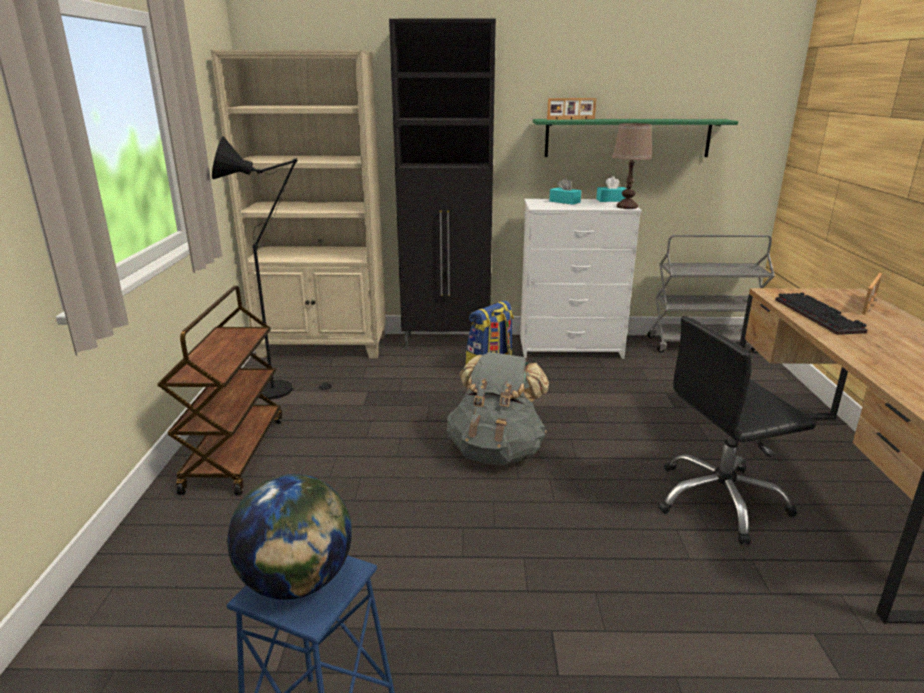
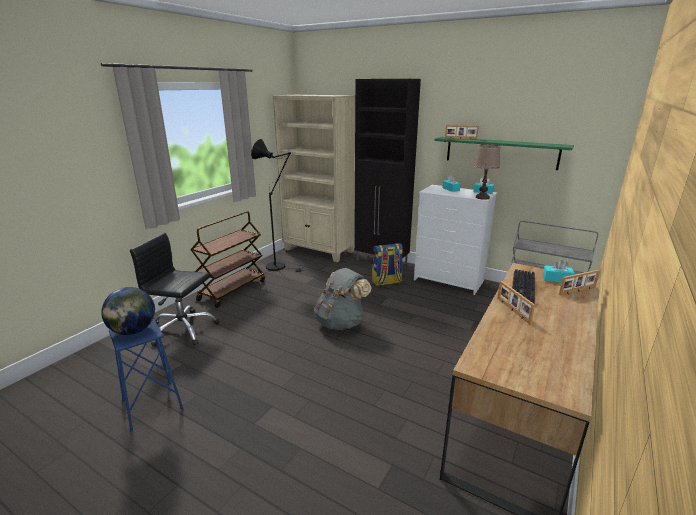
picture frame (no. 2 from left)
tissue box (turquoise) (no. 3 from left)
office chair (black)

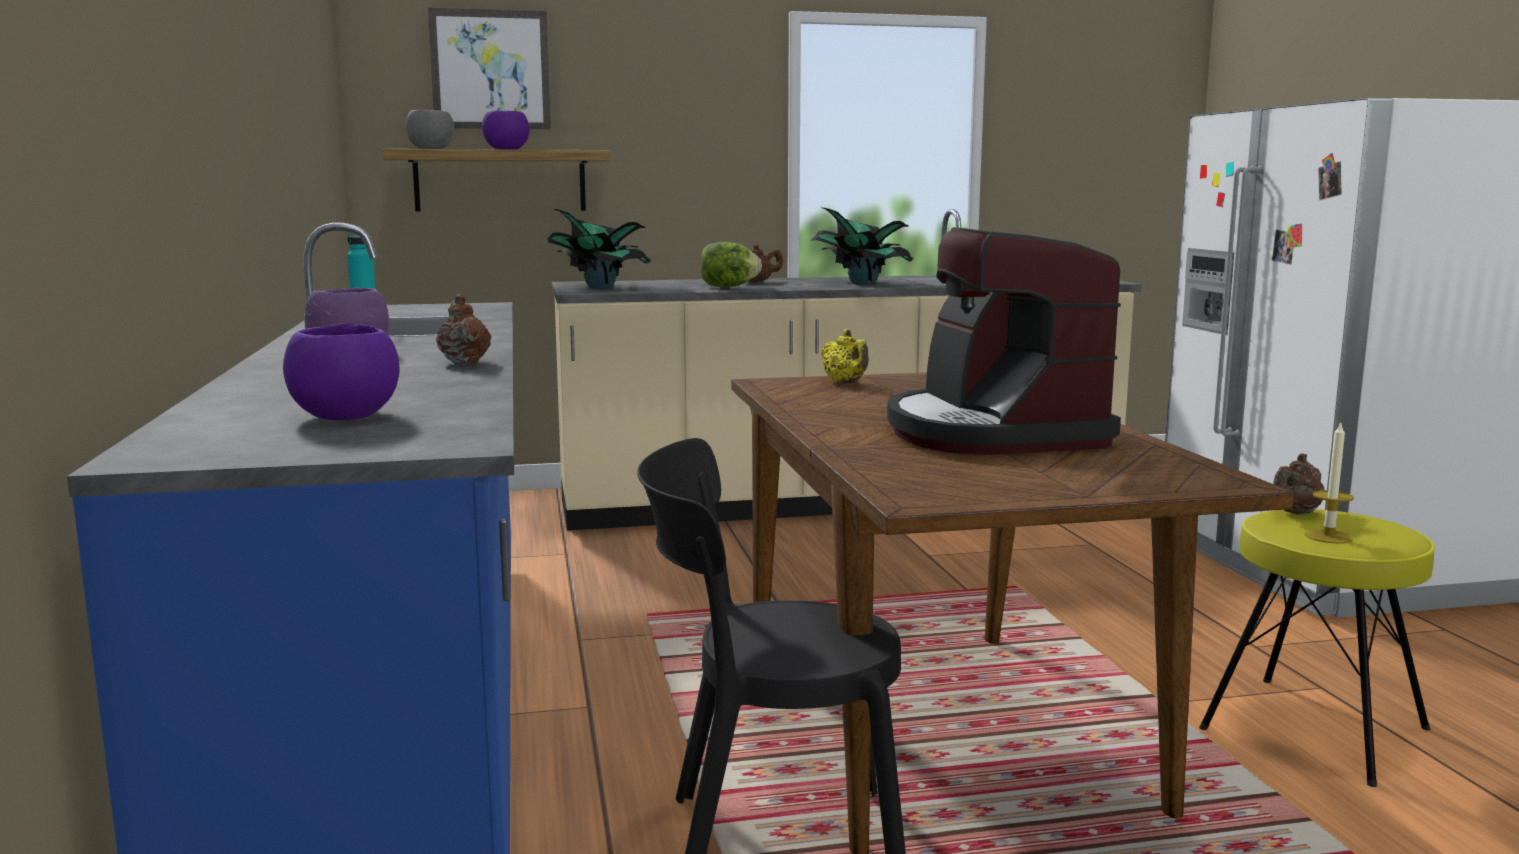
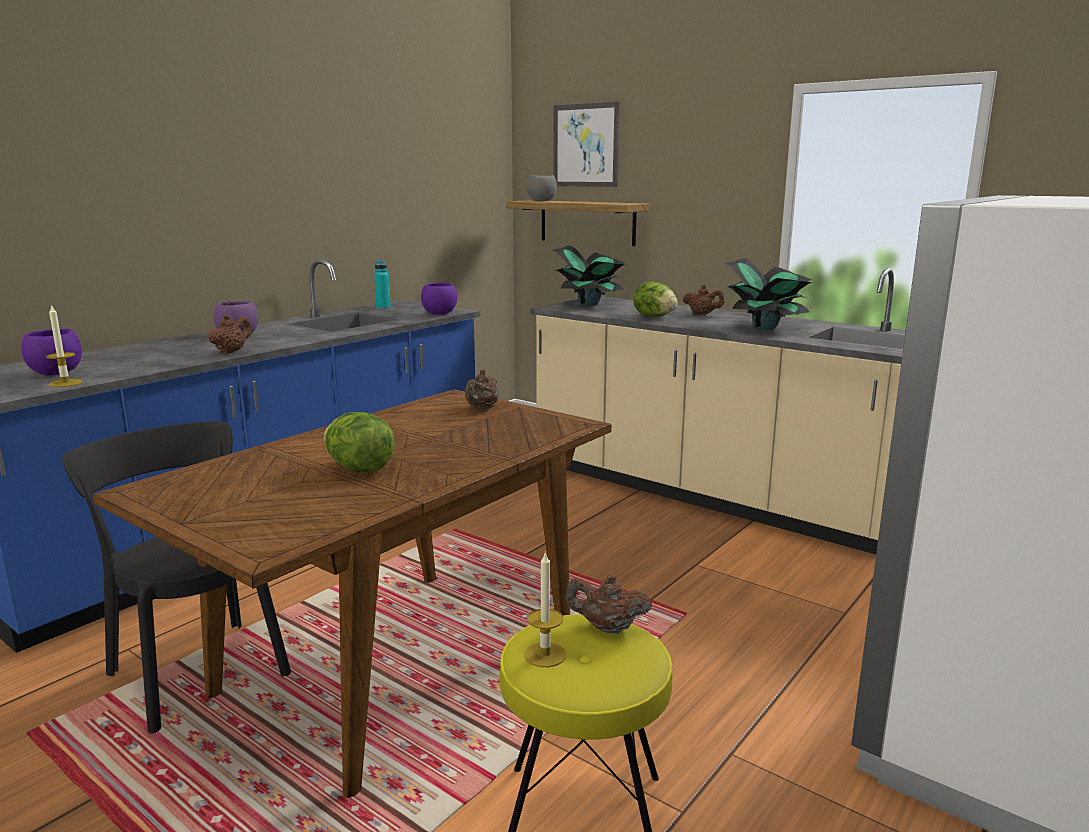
candle (no. 1 from left)
bowl (purple) (no. 3 from left)
lettuce (no. 1 from left)
teapot (brown) (no. 2 from left)

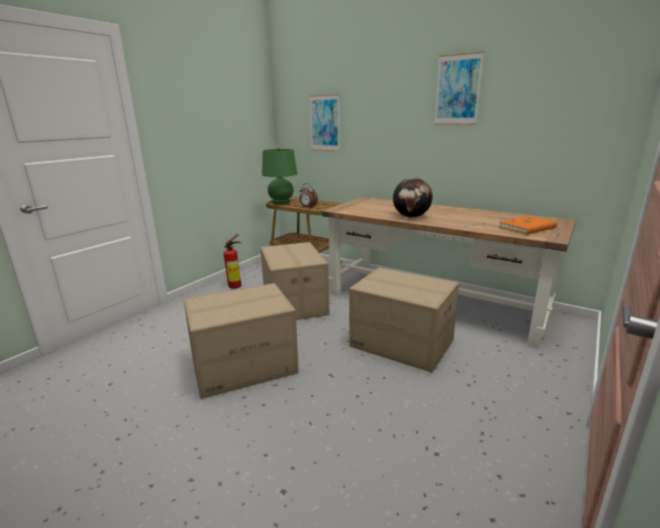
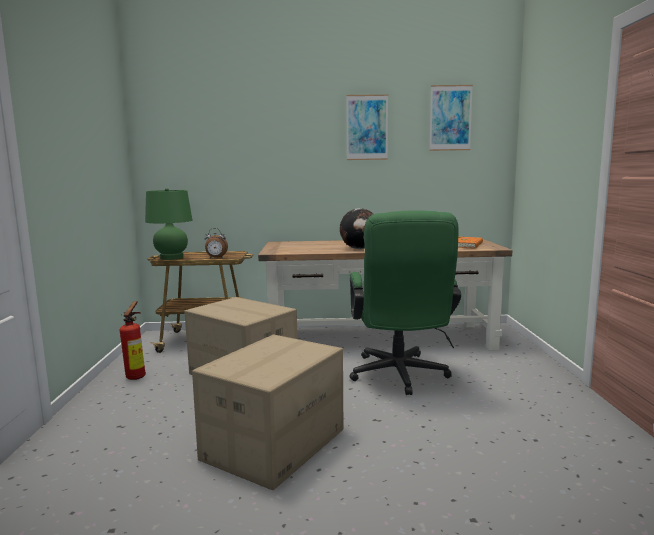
picture (no. 2 from left)
office chair (green)

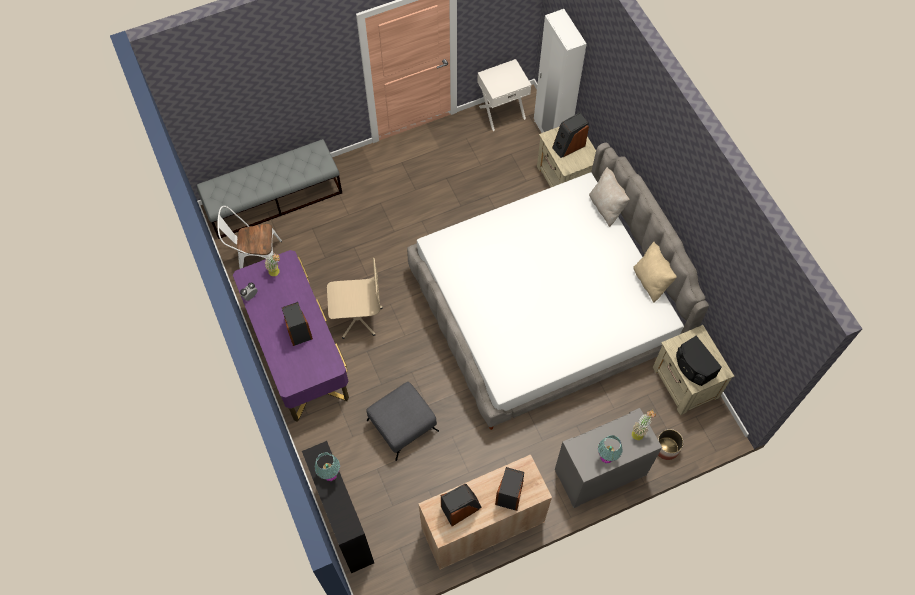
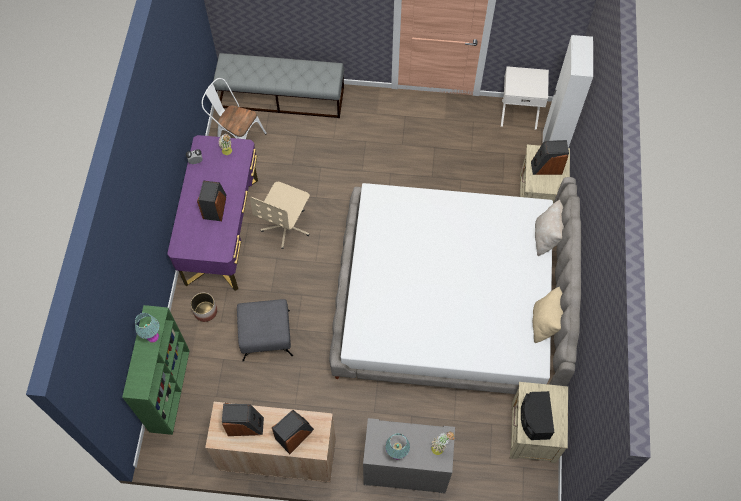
planter
bookcase (green)
office chair (beige)

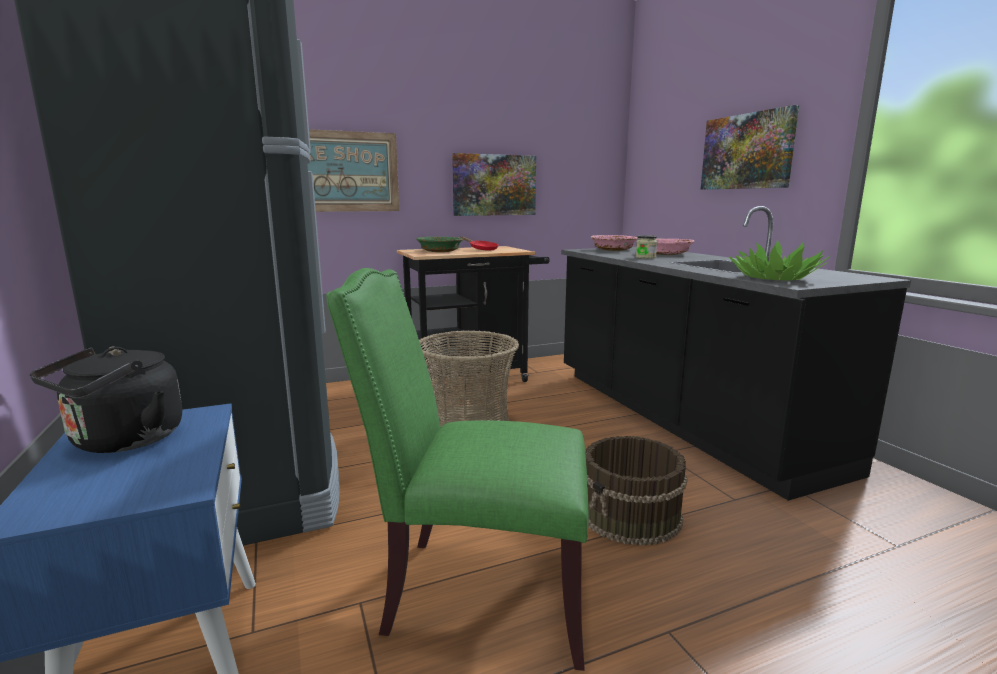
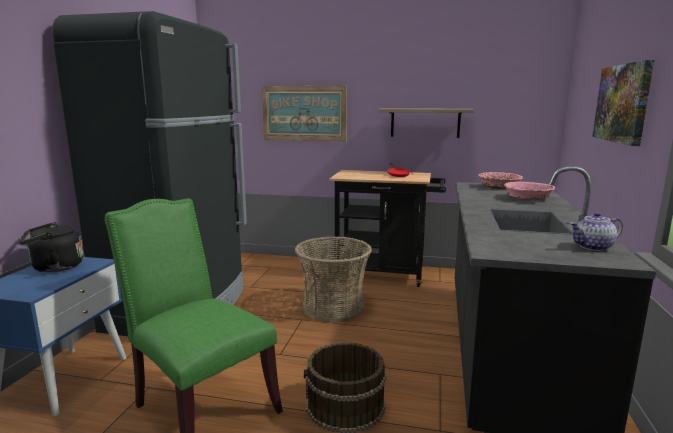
bowl (green)
jar
potted plant
teapot
shelf

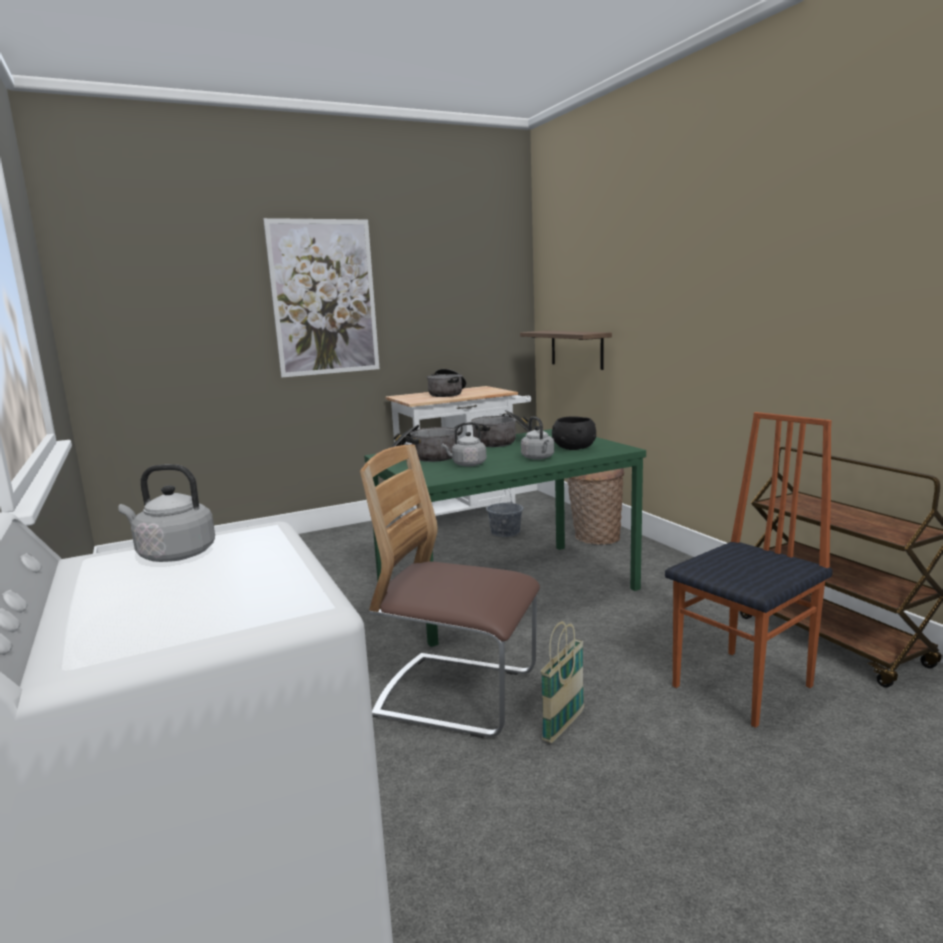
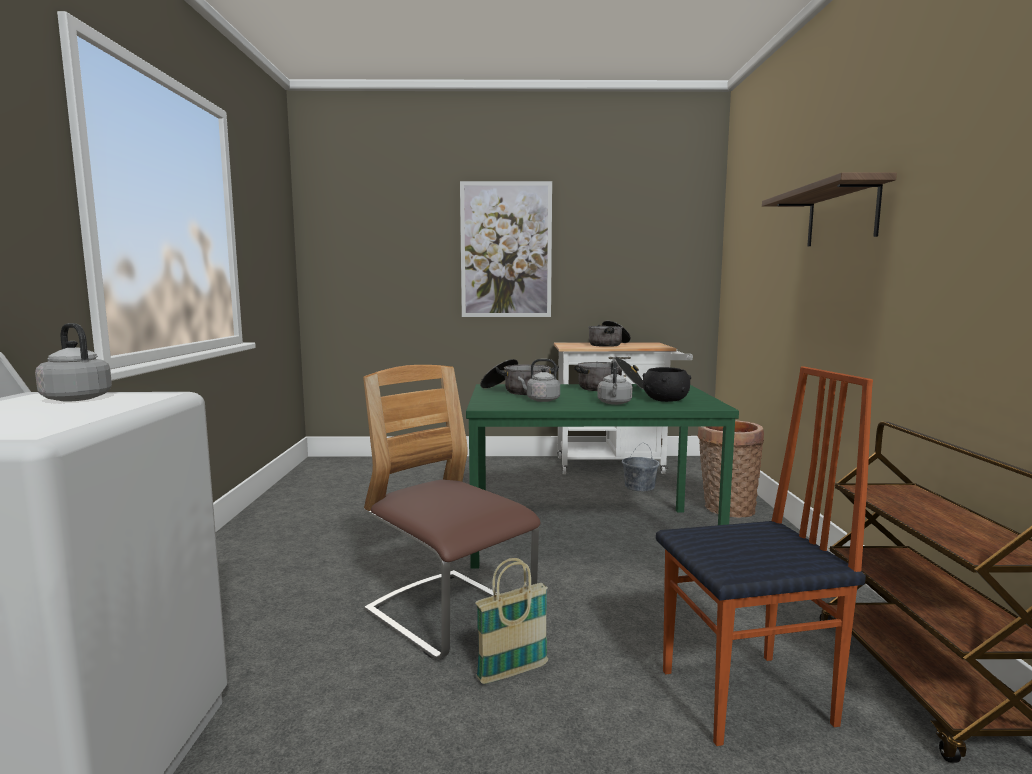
shelf

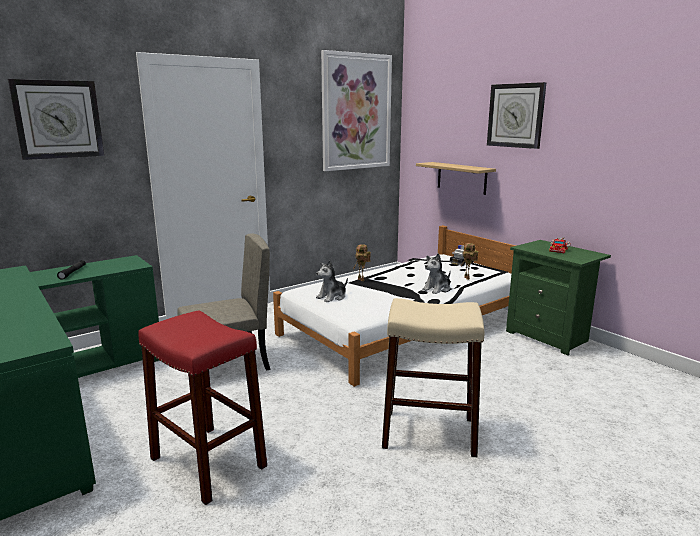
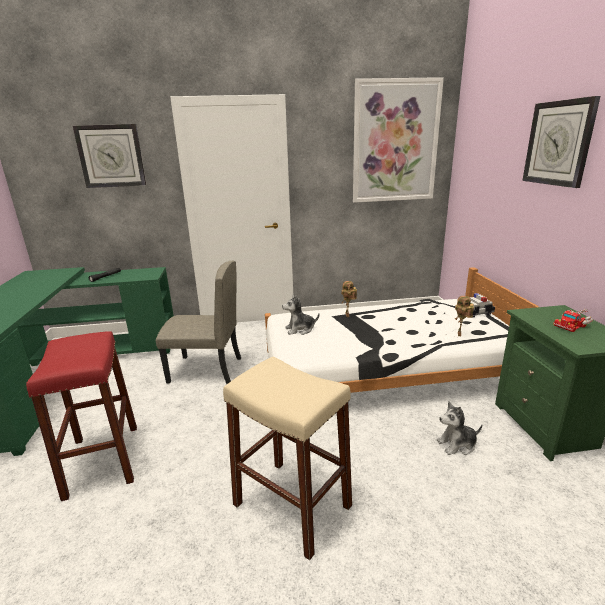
shelf
plush toy (no. 2 from left)

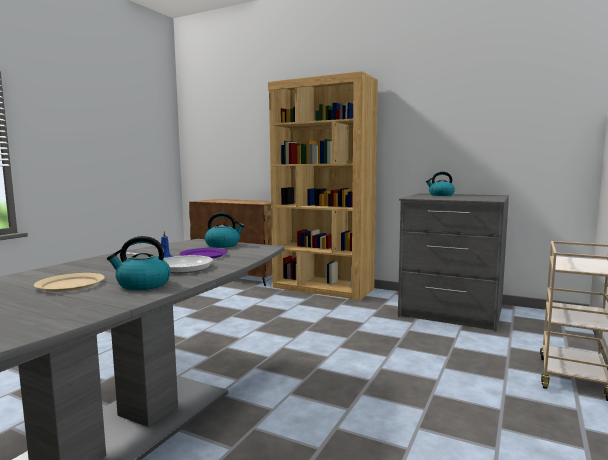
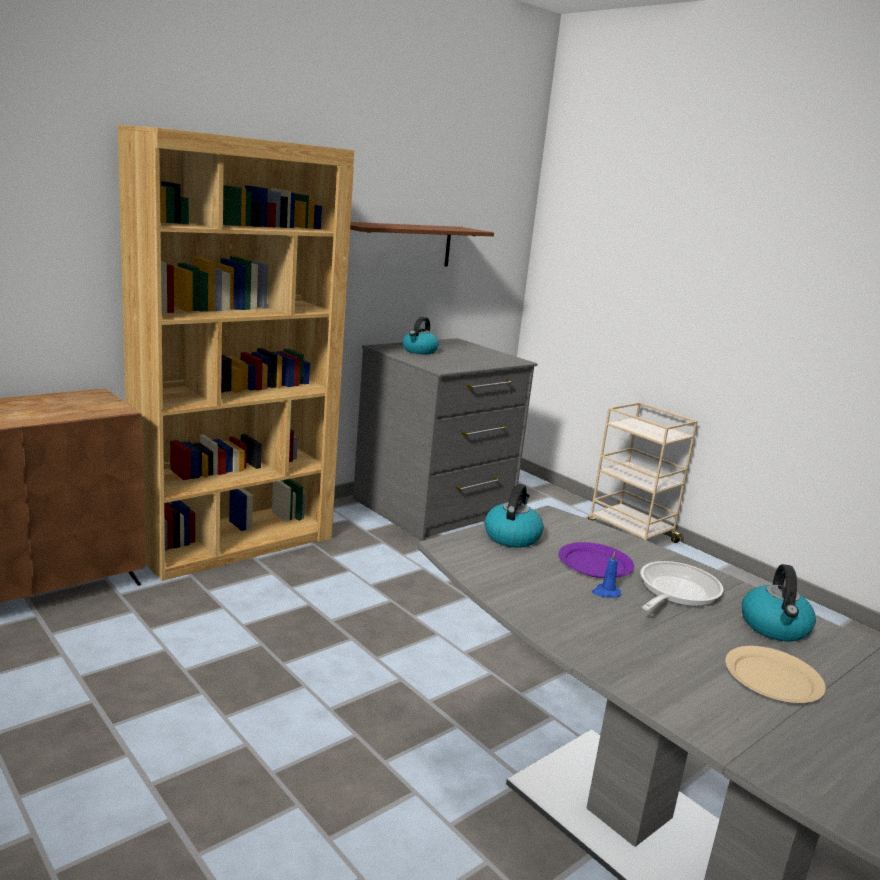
shelf (brown)

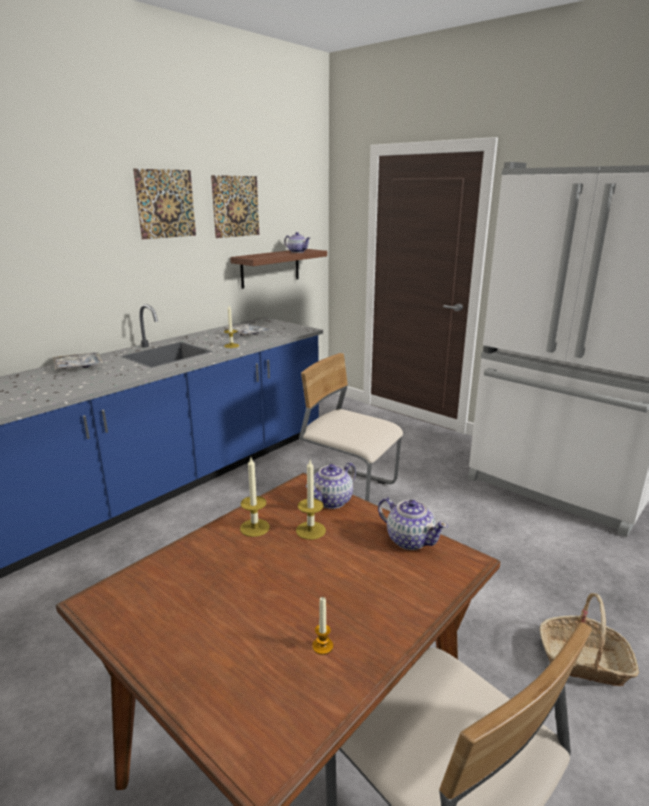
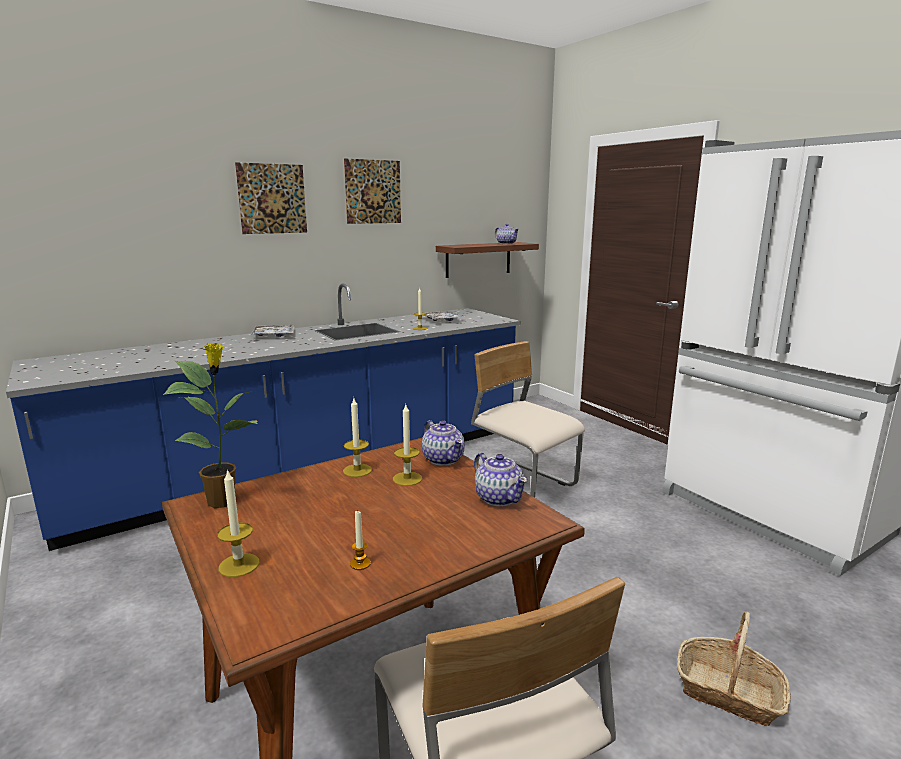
potted plant
candle (no. 1 from left)
picture (no. 1 from left)
teapot (no. 1 from left)

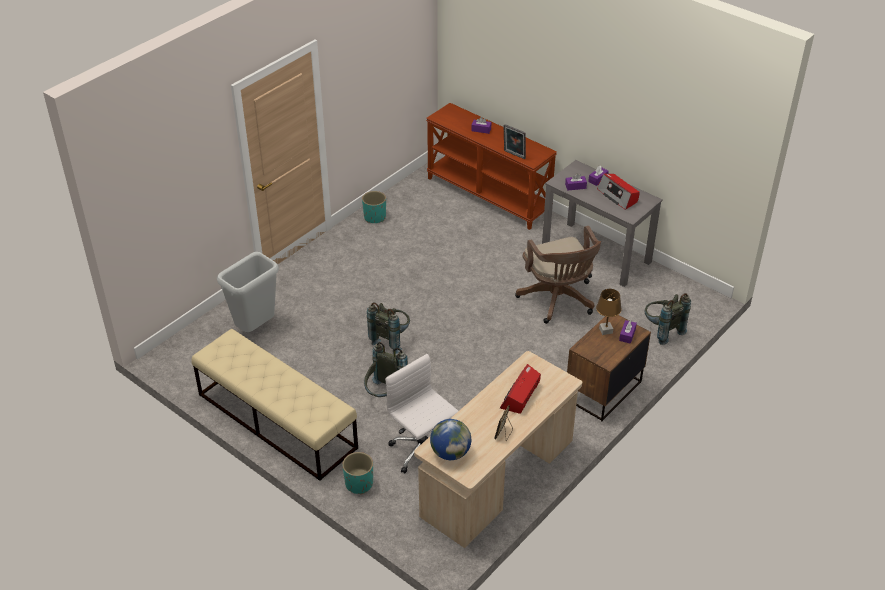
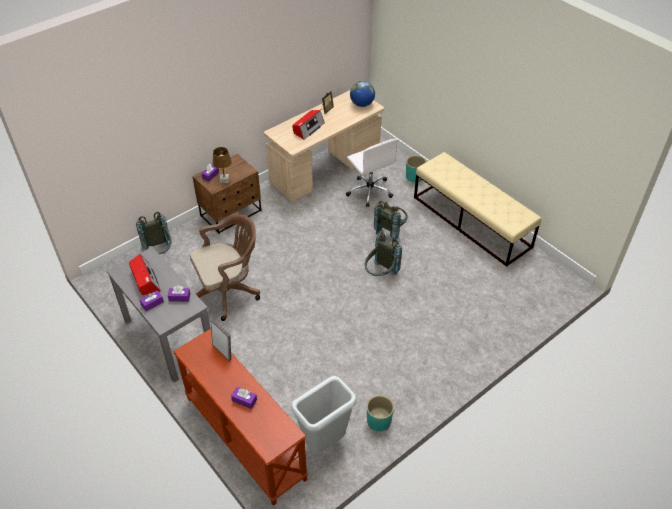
trash can (grey)
office chair (brown)

